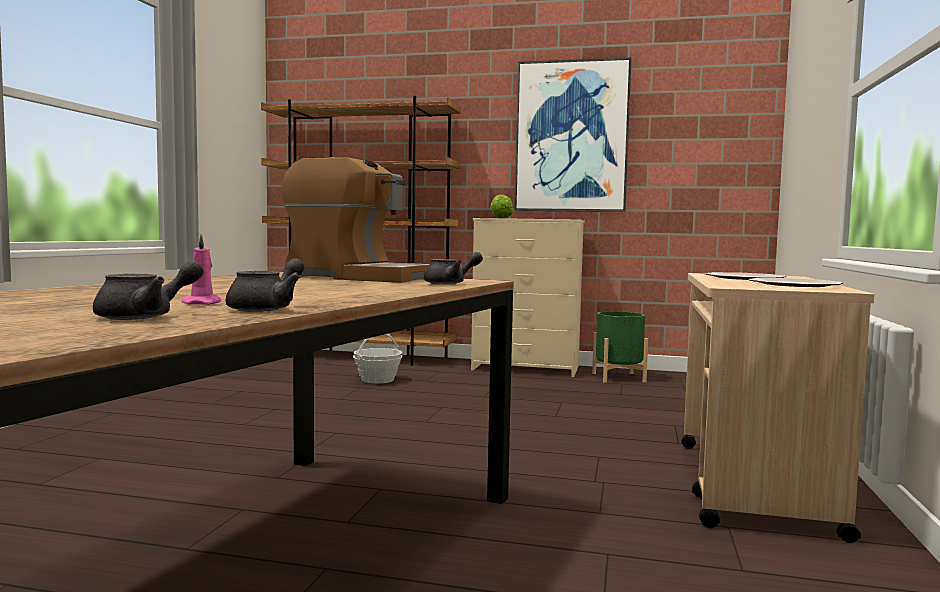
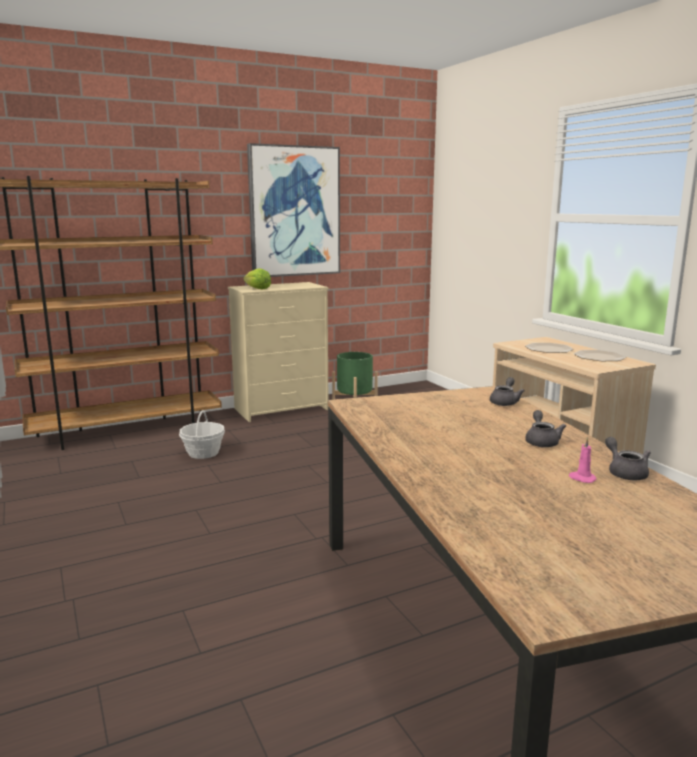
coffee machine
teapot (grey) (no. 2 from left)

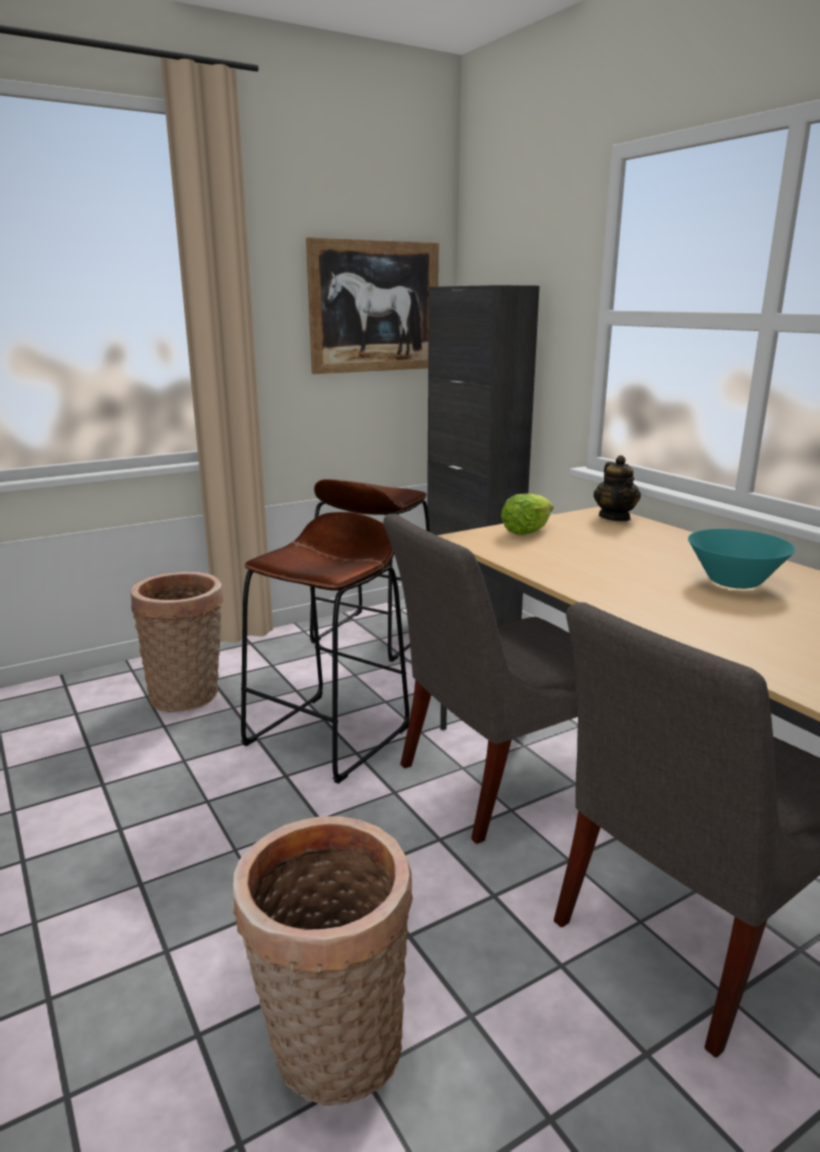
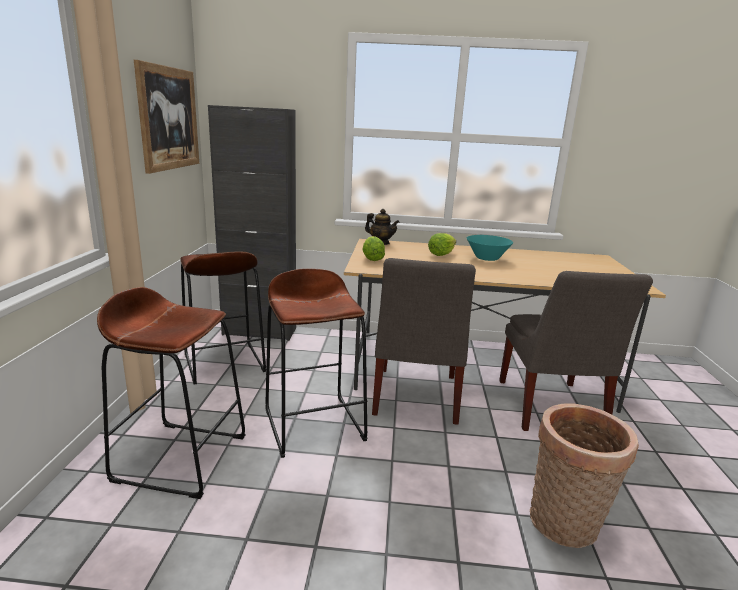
lettuce (no. 2 from left)
stool (brown) (no. 1 from left)

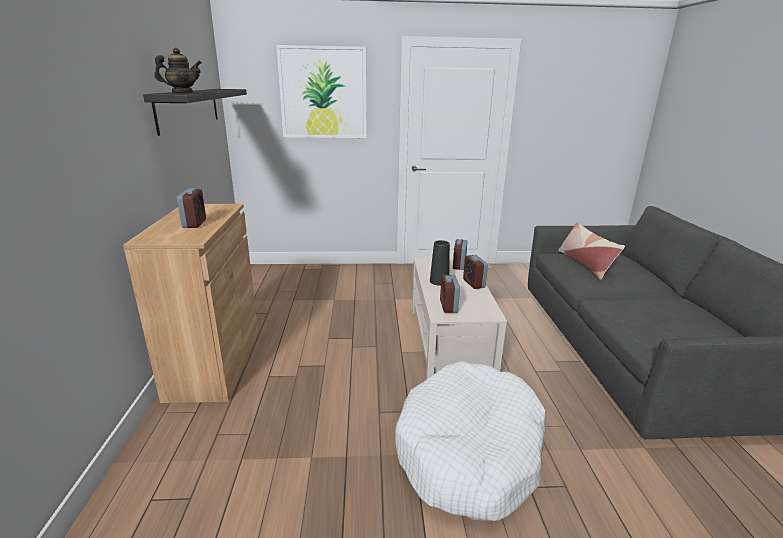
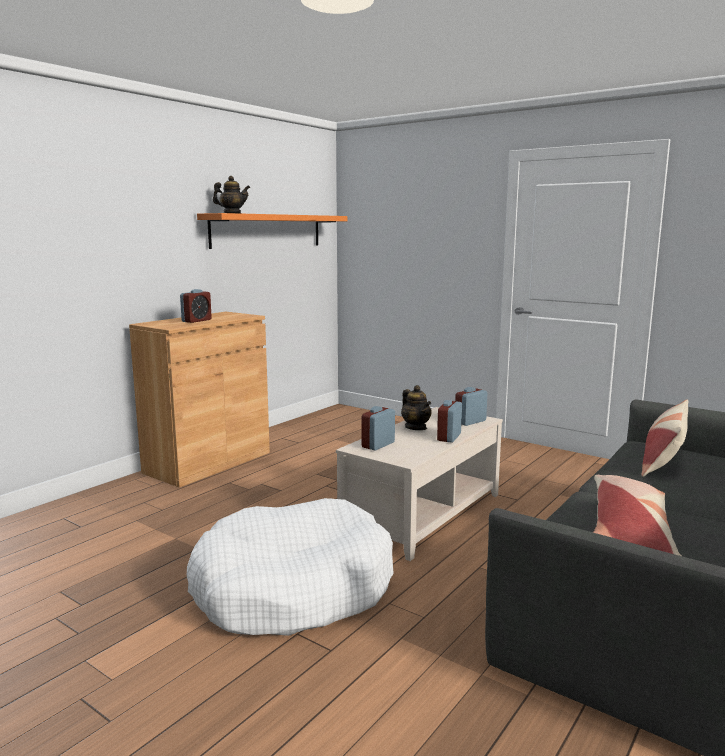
picture
pillow (no. 1 from left)
teapot (no. 2 from left)
shelf (orange)

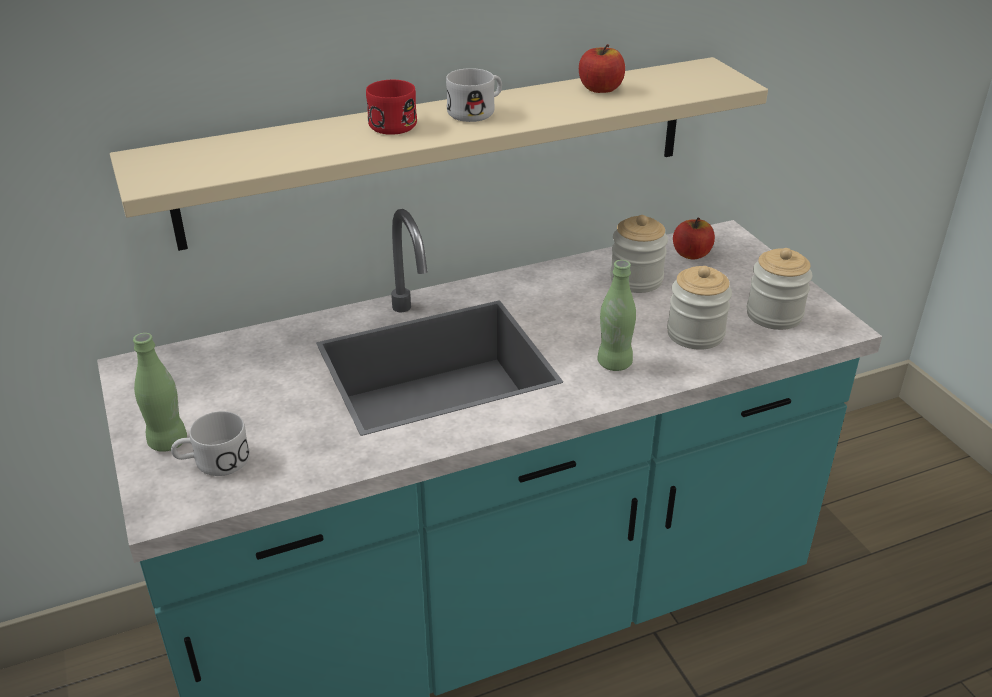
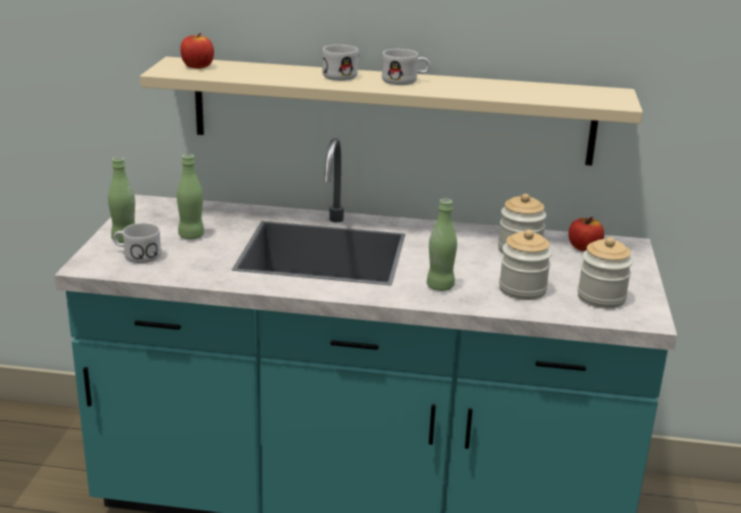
bottle (green) (no. 2 from left)
apple (no. 1 from left)
mug (white) (no. 2 from left)

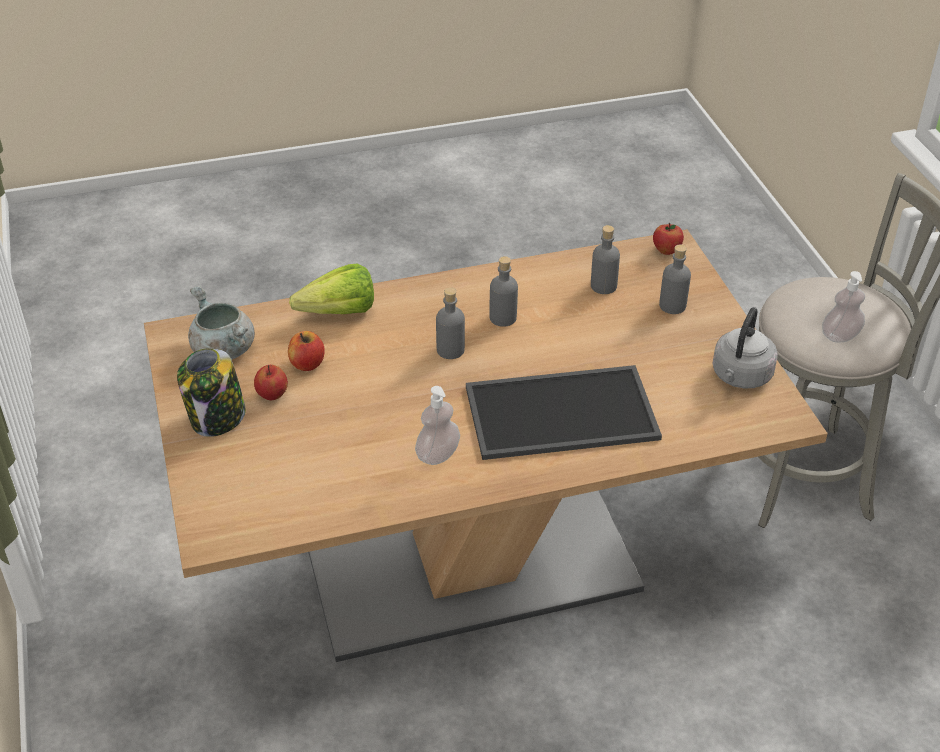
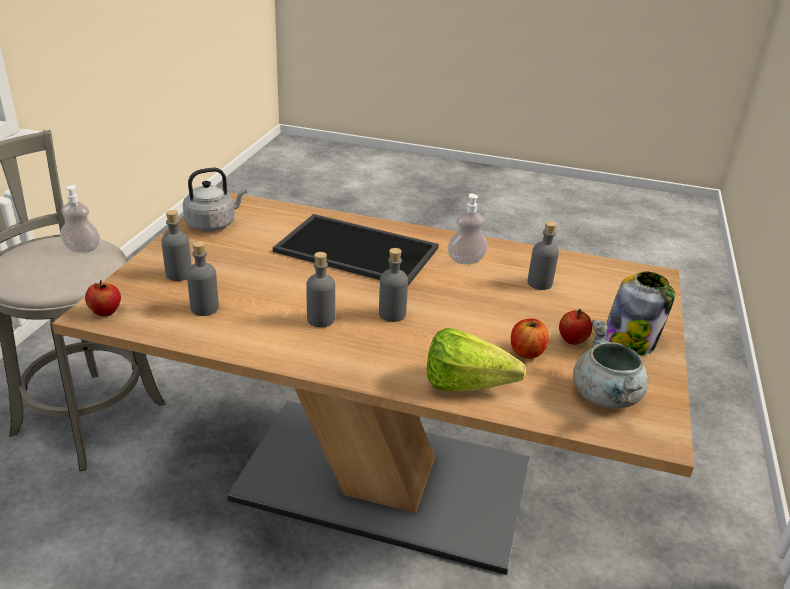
bottle (grey) (no. 5 from left)

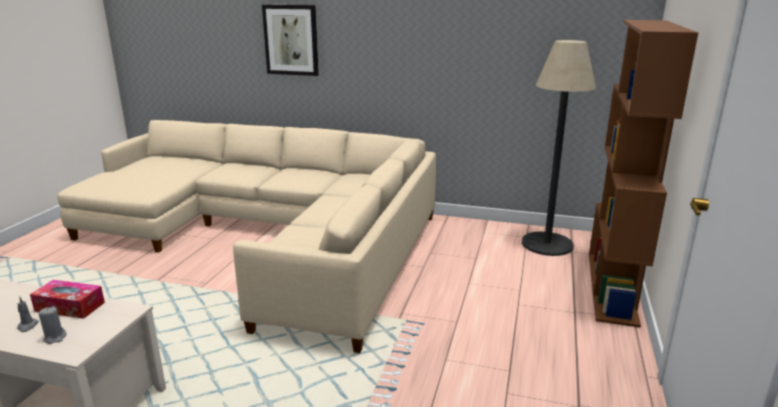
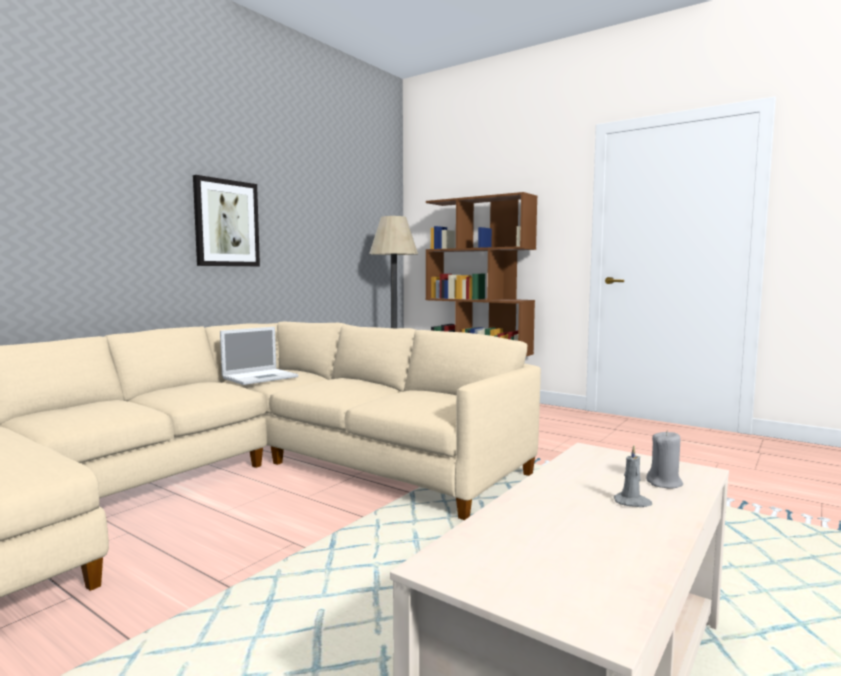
tissue box
laptop
picture

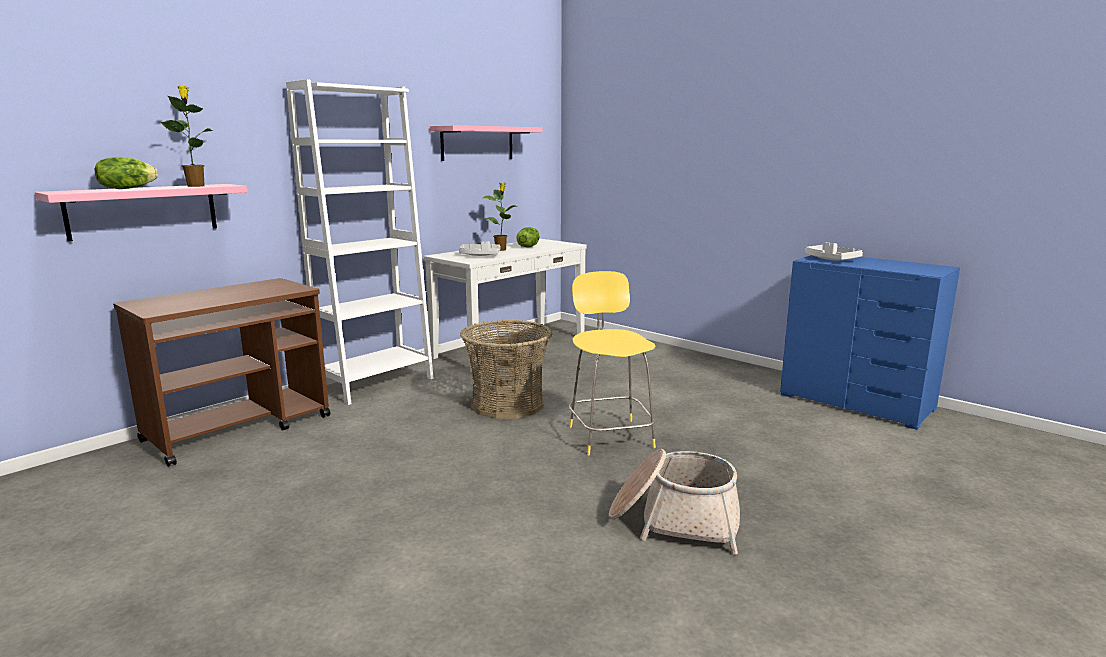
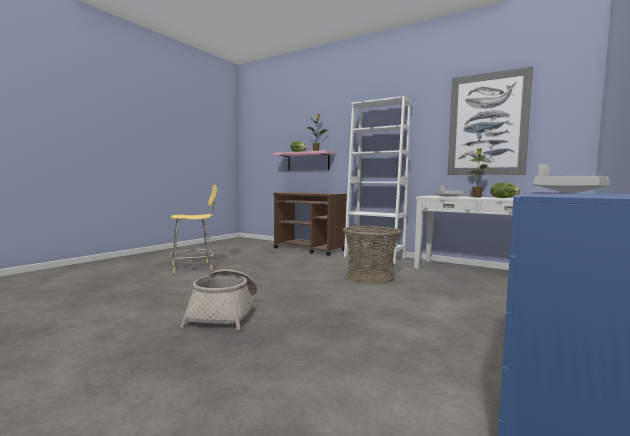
stool (yellow)
picture

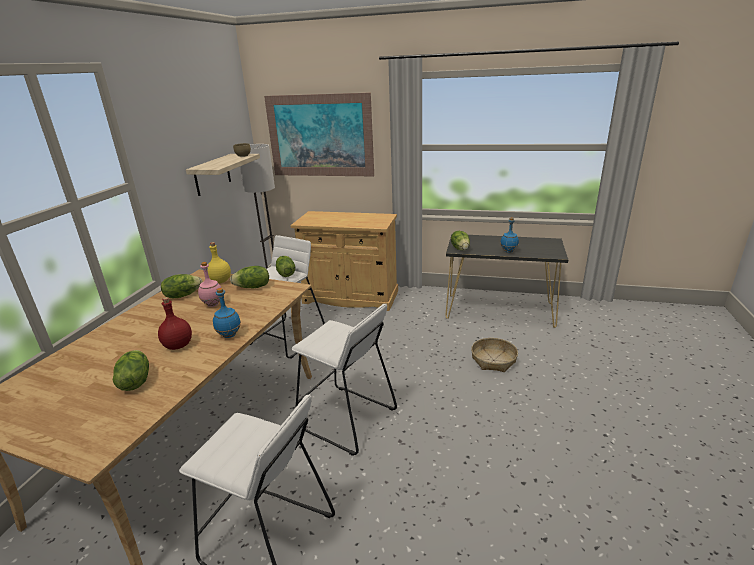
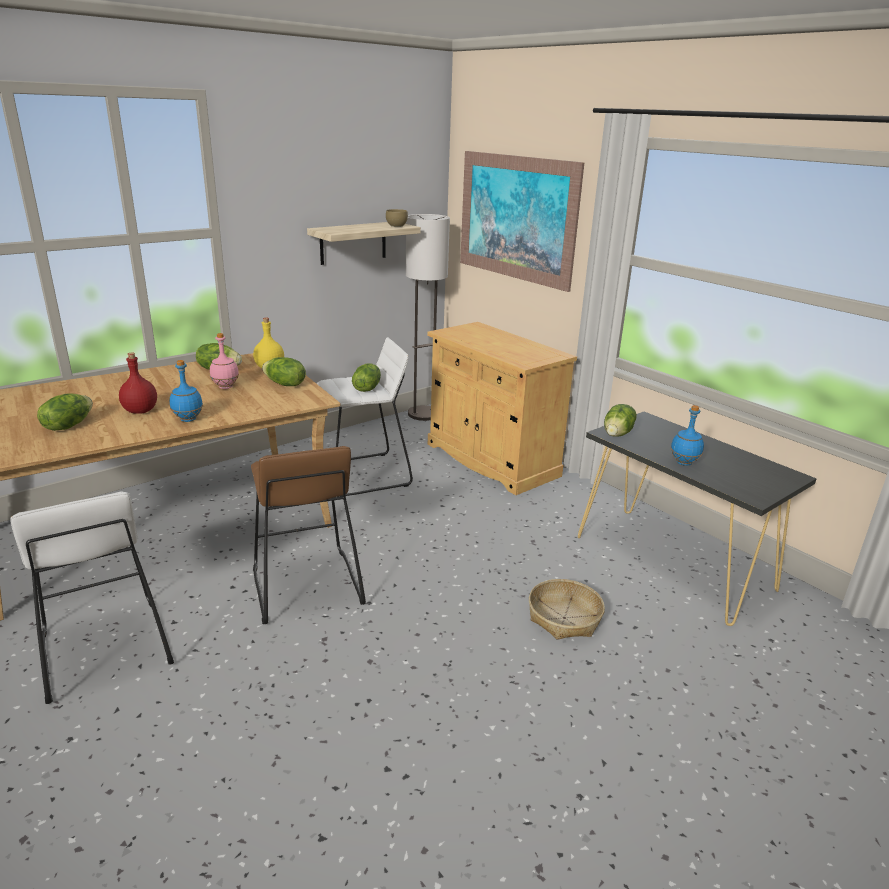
stool (brown)

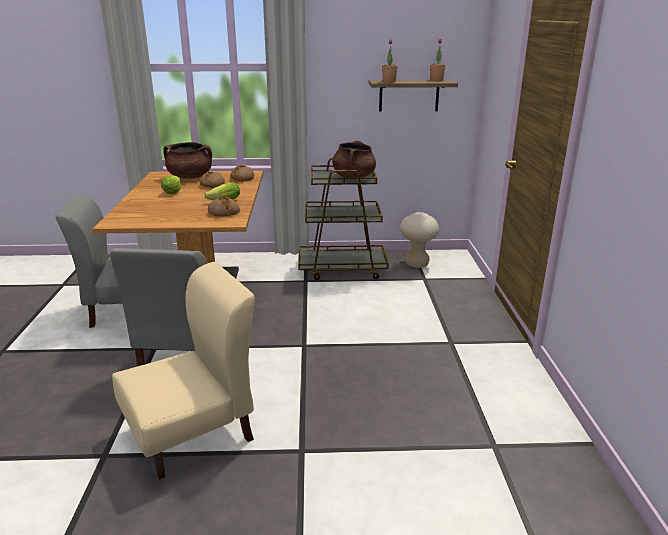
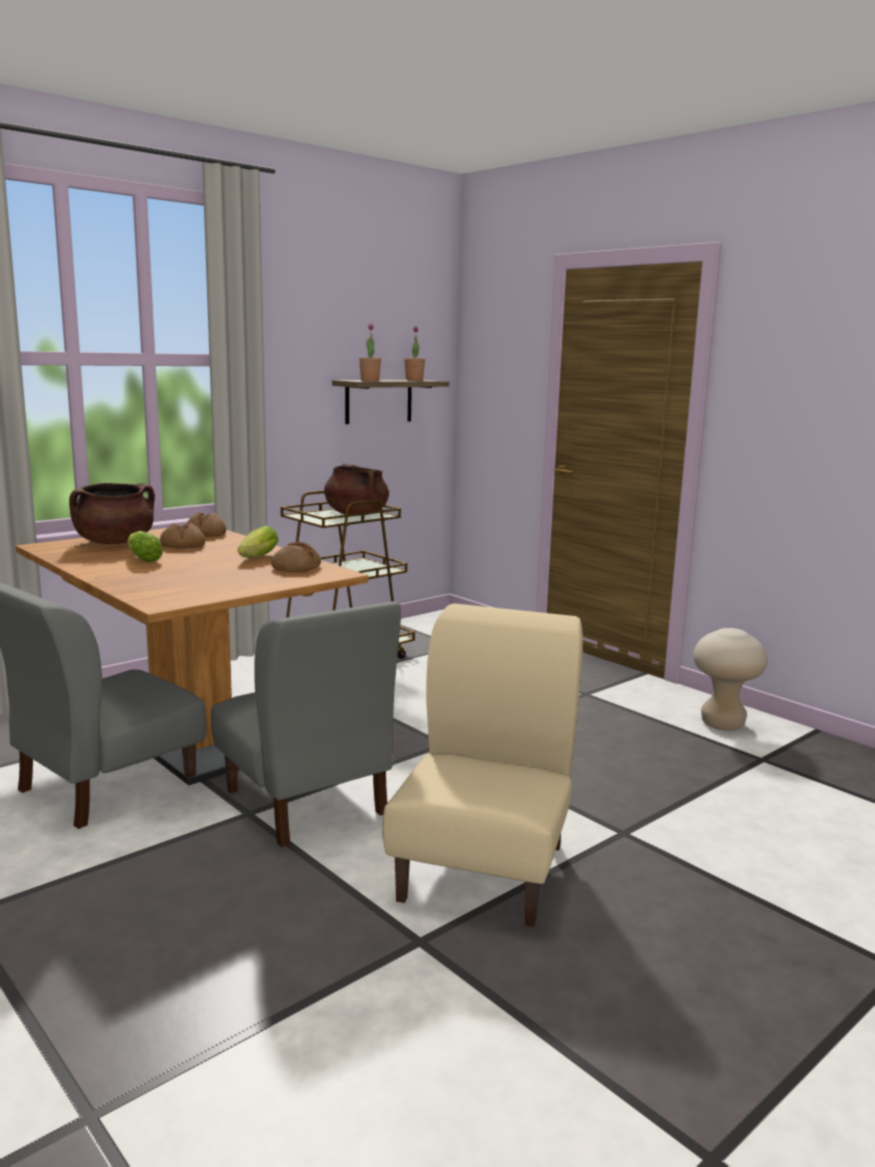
stool (beige)

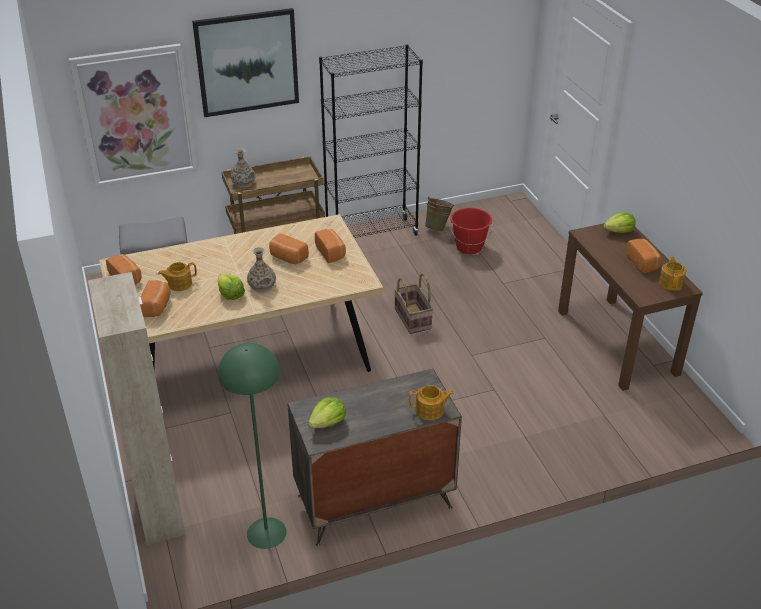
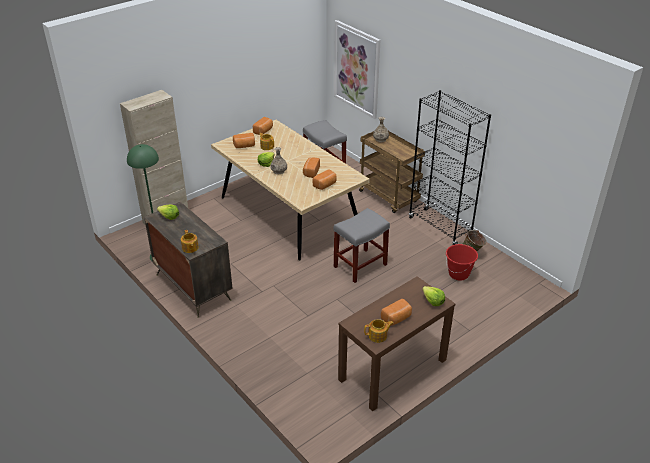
picture (no. 2 from left in the first image)
stool (grey) (no. 2 from left)

